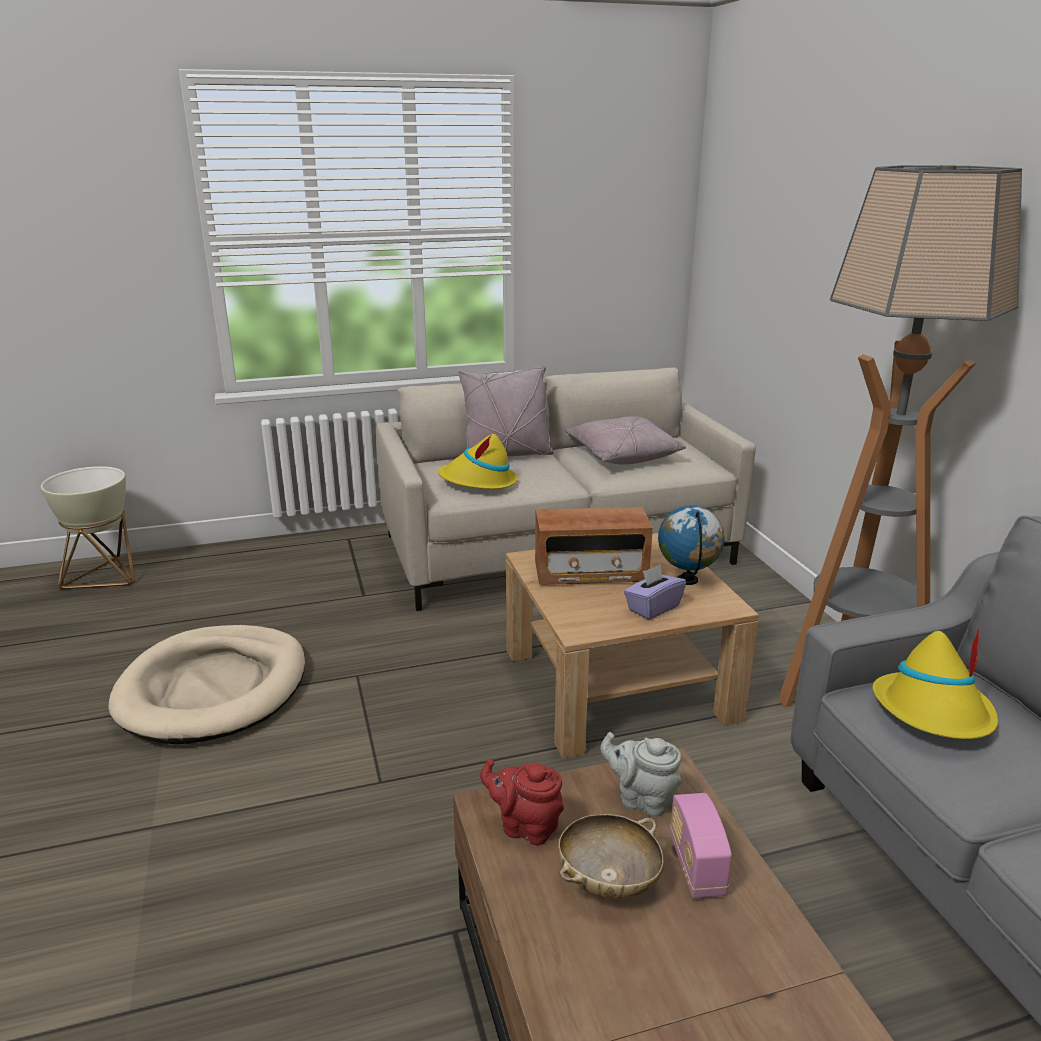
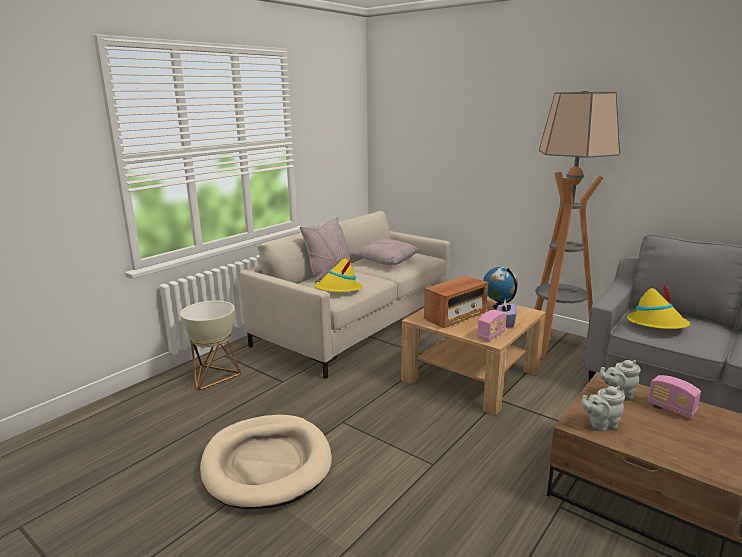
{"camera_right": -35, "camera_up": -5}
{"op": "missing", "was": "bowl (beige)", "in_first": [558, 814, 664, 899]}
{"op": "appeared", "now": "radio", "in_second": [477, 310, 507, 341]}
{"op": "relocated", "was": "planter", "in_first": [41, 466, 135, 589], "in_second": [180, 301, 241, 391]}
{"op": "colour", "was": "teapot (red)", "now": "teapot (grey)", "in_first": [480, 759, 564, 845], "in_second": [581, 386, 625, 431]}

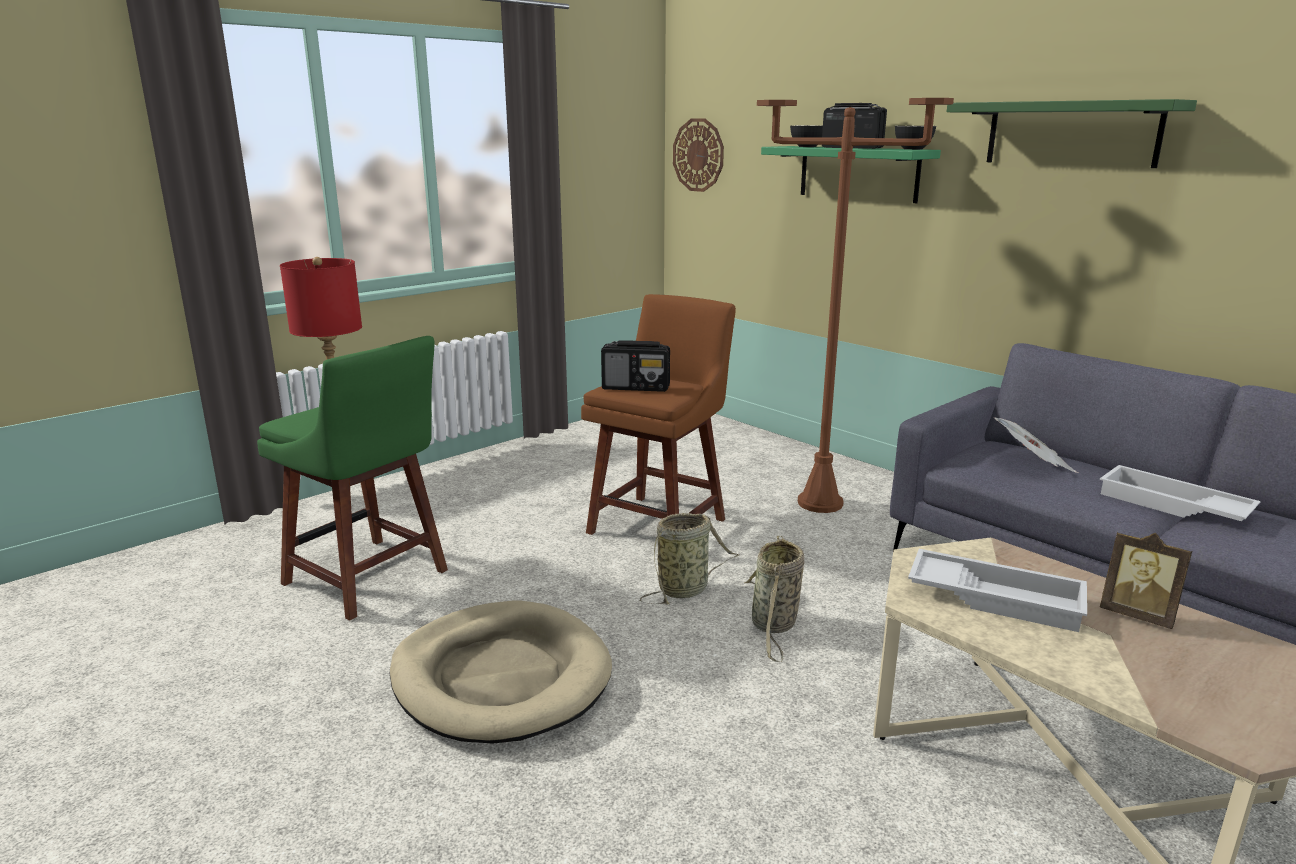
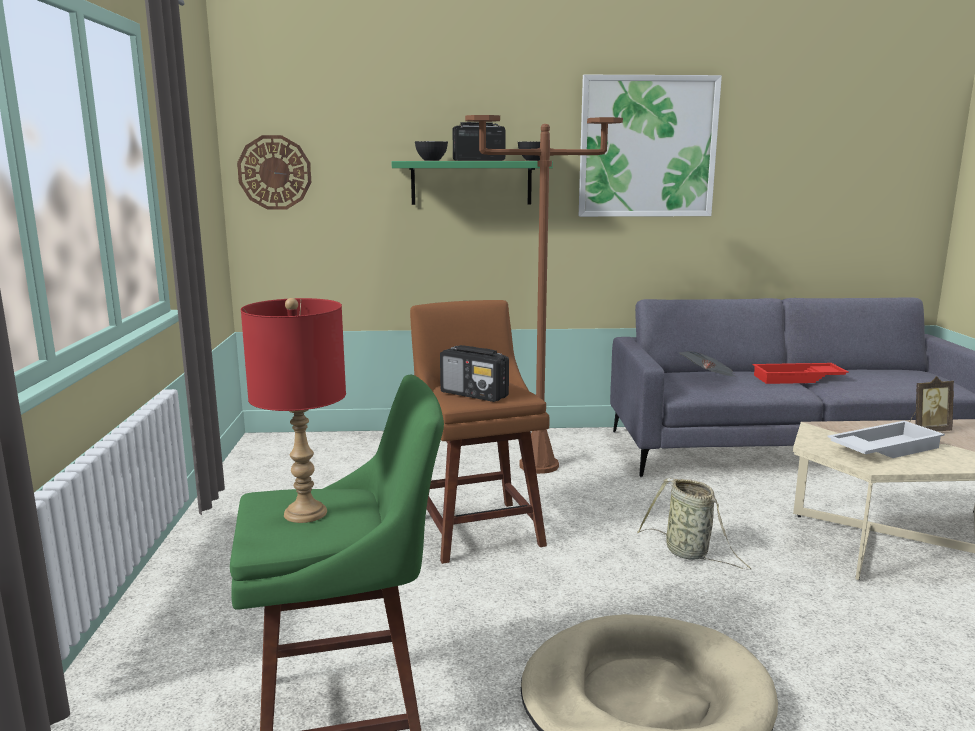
{"camera_right": -50, "camera_up": -5}
{"op": "missing", "was": "basket", "in_first": [640, 513, 739, 605]}
{"op": "exchanged", "was": "shelf (green)", "now": "picture", "in_first": [947, 99, 1197, 168], "in_second": [579, 75, 722, 217]}
{"op": "colour", "was": "tray (white)", "now": "tray (red)", "in_first": [1100, 465, 1261, 521], "in_second": [753, 363, 849, 384]}
{"op": "spun", "was": "radio", "in_first": [601, 340, 670, 392], "in_second": [440, 345, 509, 402], "clockwise": 75}

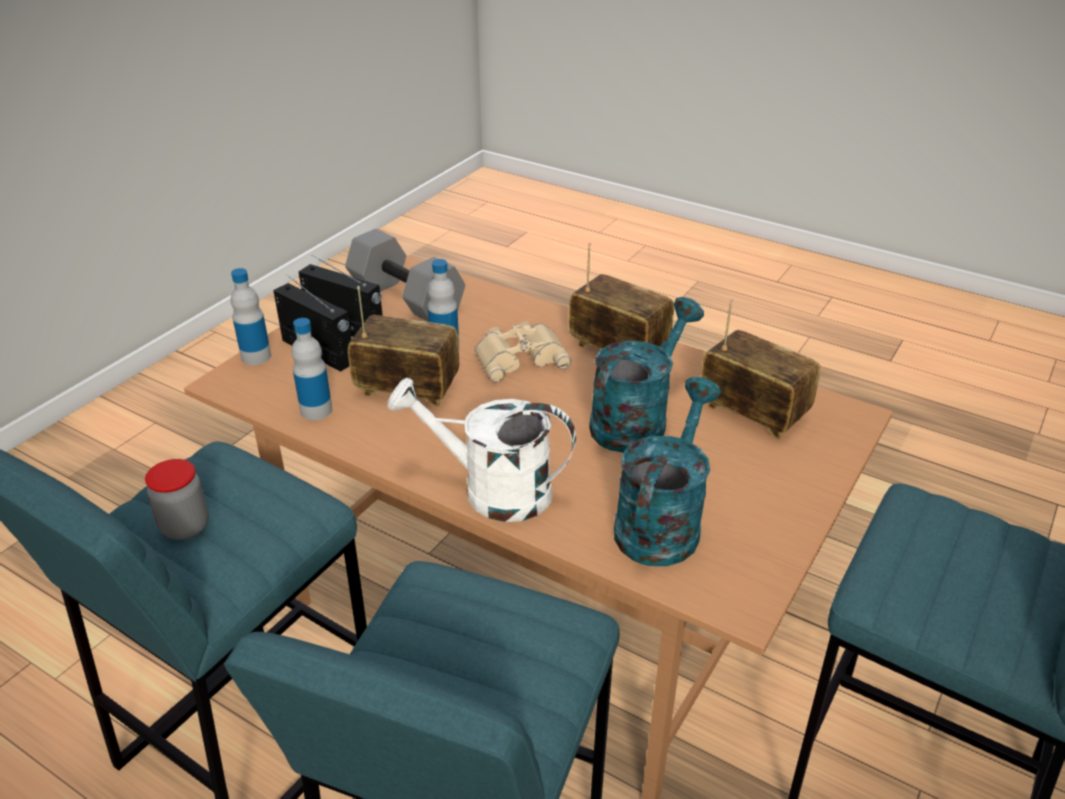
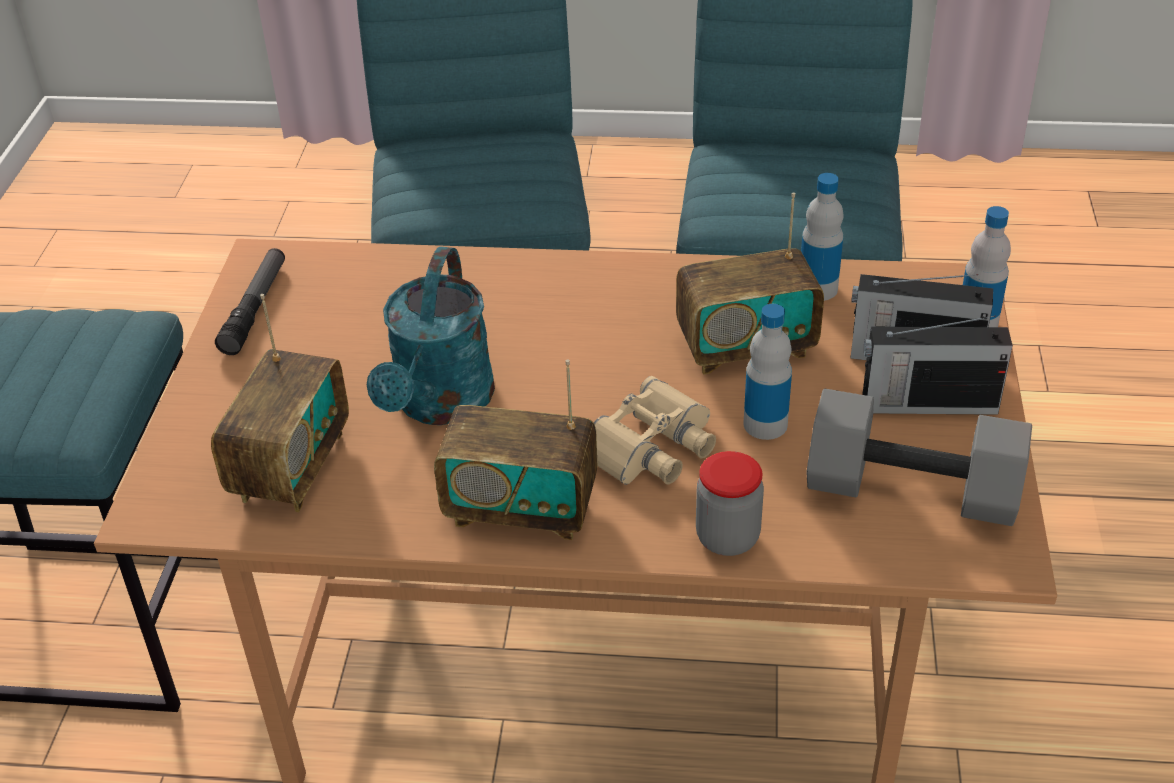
{"camera_right": 155, "camera_up": 5}
{"op": "missing", "was": "watering can (white)", "in_first": [387, 378, 576, 522]}
{"op": "missing", "was": "watering can (turquoise)", "in_first": [614, 377, 721, 566]}
{"op": "appeared", "now": "flashlight", "in_second": [215, 248, 285, 355]}
{"op": "relocated", "was": "jar", "in_first": [145, 459, 209, 540], "in_second": [696, 451, 764, 556]}
{"op": "spun", "was": "radio", "in_first": [701, 298, 821, 439], "in_second": [211, 294, 349, 512], "clockwise": -90}

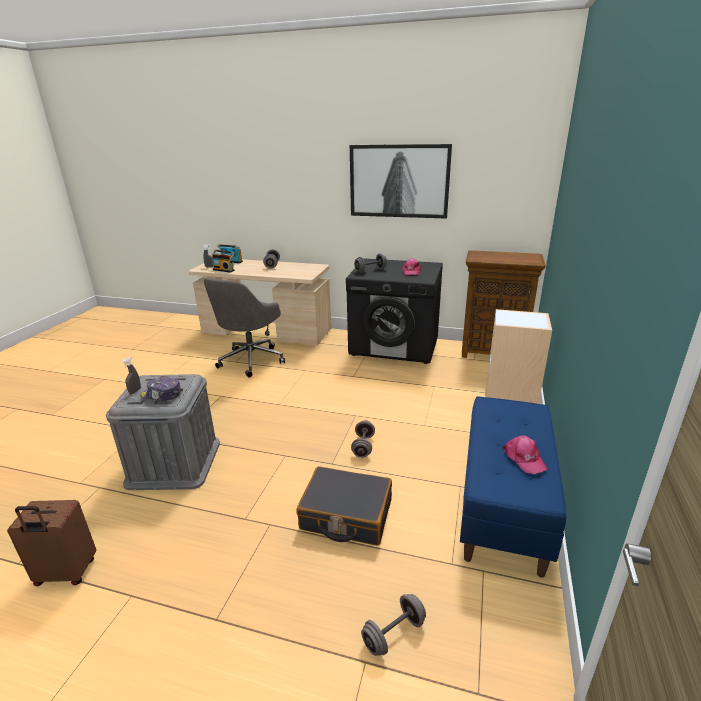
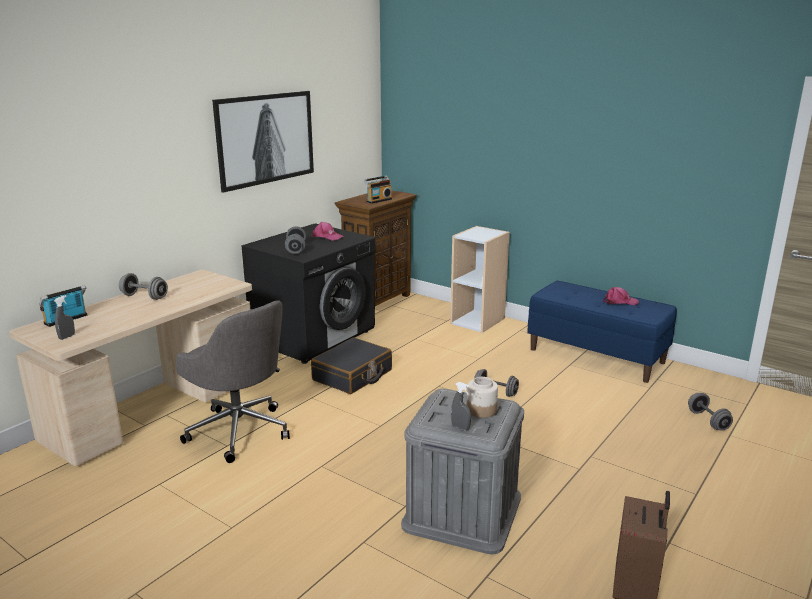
{"camera_right": -70, "camera_up": -5}
{"op": "relocated", "was": "radio", "in_first": [212, 250, 235, 273], "in_second": [364, 176, 392, 204]}
{"op": "relocated", "was": "suitcase (black)", "in_first": [297, 466, 392, 546], "in_second": [311, 338, 392, 394]}
{"op": "exchanged", "was": "cap", "now": "jar", "in_first": [140, 376, 183, 401], "in_second": [467, 377, 498, 418]}

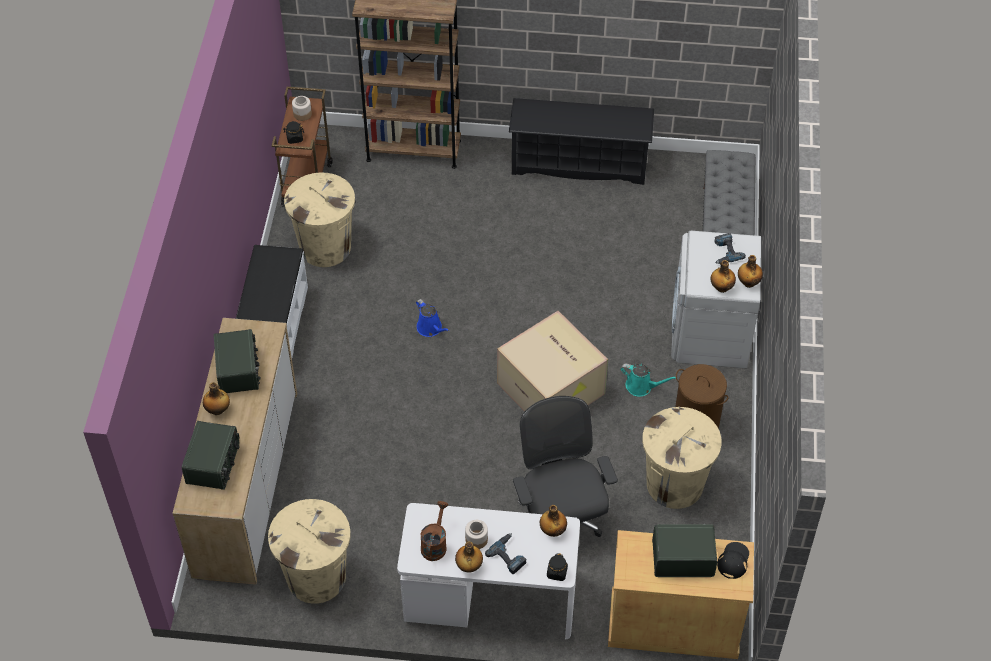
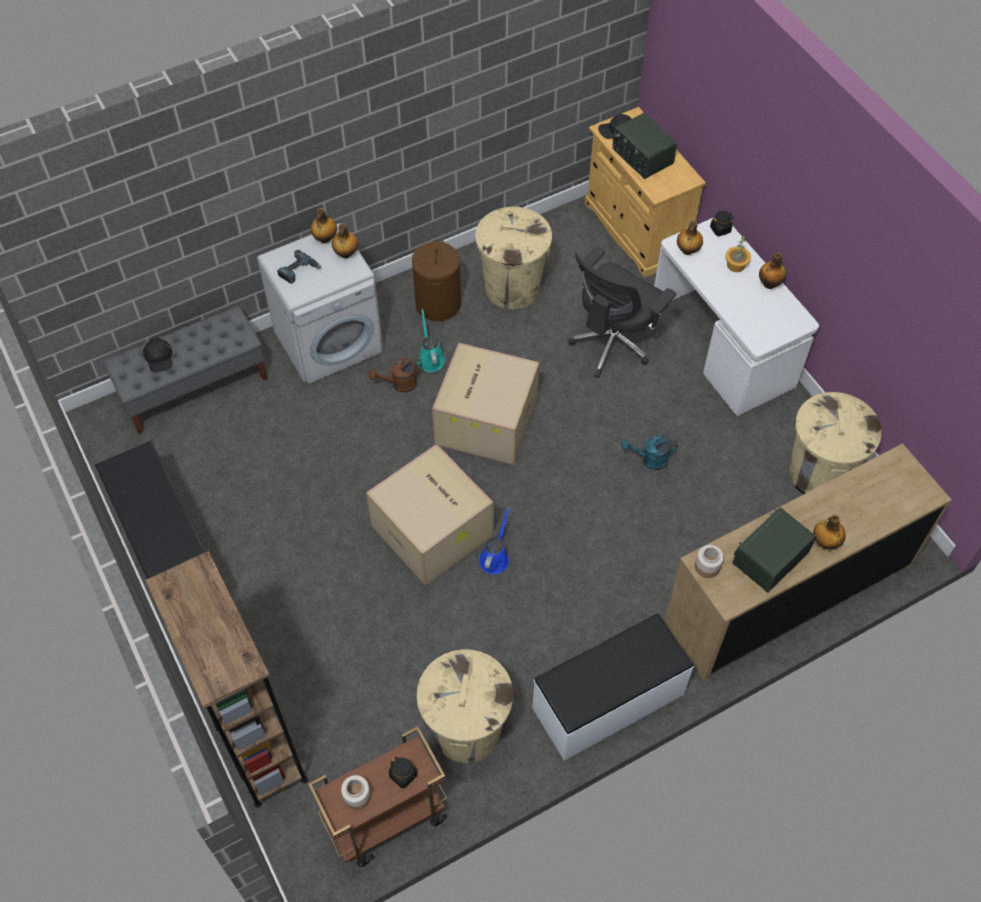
{"camera_right": -125, "camera_up": 5}
{"op": "missing", "was": "radio", "in_first": [182, 421, 240, 490]}
{"op": "appeared", "now": "cap (black)", "in_second": [143, 338, 173, 372]}
{"op": "appeared", "now": "cardboard box", "in_second": [366, 444, 494, 586]}
{"op": "appeared", "now": "watering can (turquoise)", "in_second": [621, 435, 678, 470]}
{"op": "relocated", "was": "watering can (brown)", "in_first": [420, 501, 448, 561], "in_second": [369, 358, 422, 393]}
{"op": "relocated", "was": "jar", "in_first": [465, 520, 488, 549], "in_second": [695, 545, 724, 578]}
{"op": "exchanged", "was": "power drill", "now": "potted plant", "in_first": [485, 533, 527, 574], "in_second": [725, 234, 751, 272]}

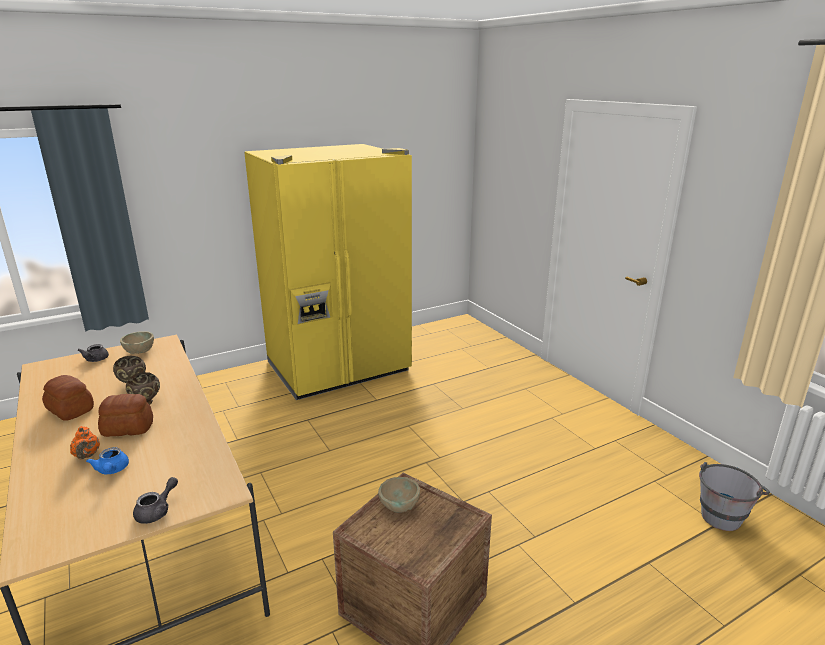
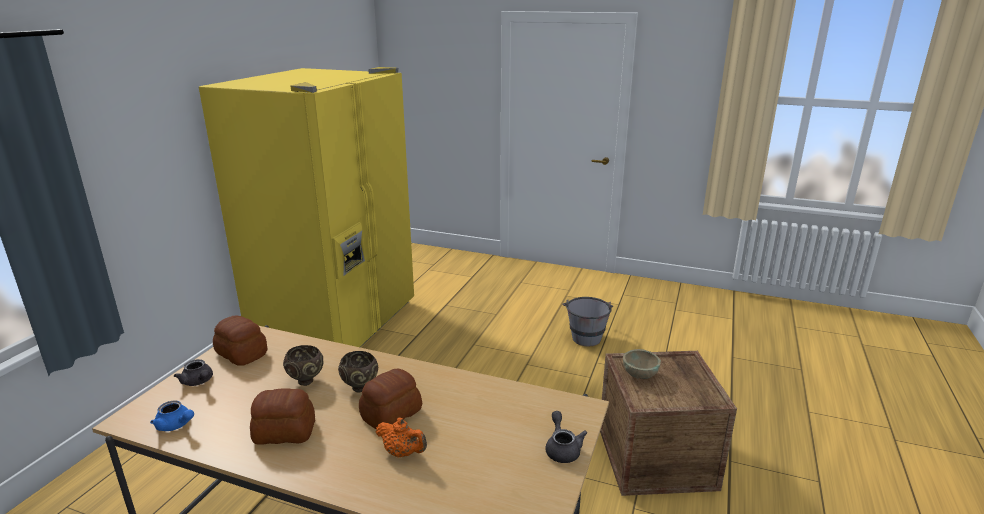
{"camera_right": -40, "camera_up": 0}
{"op": "relocated", "was": "teapot (blue)", "in_first": [86, 447, 129, 474], "in_second": [150, 400, 194, 431]}
{"op": "relocated", "was": "bucket (grey)", "in_first": [699, 462, 770, 531], "in_second": [562, 297, 613, 346]}
{"op": "exchanged", "was": "bowl (beige)", "now": "bread", "in_first": [120, 331, 154, 354], "in_second": [213, 316, 268, 366]}

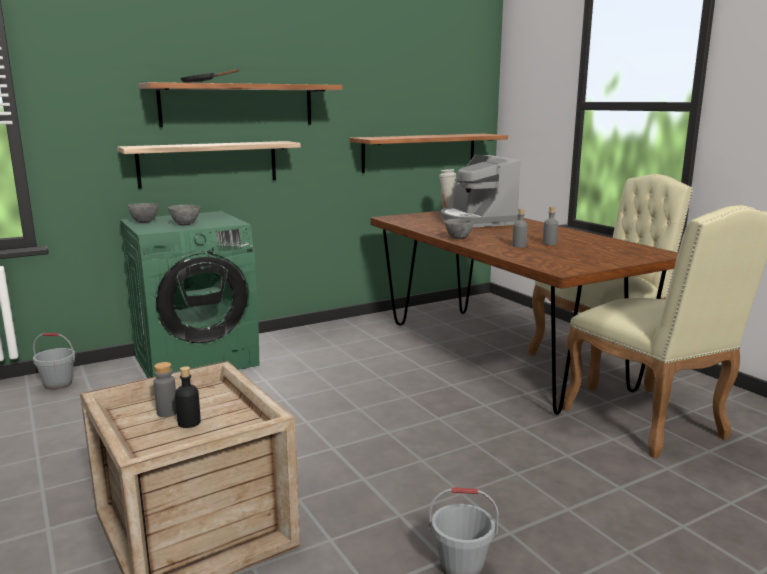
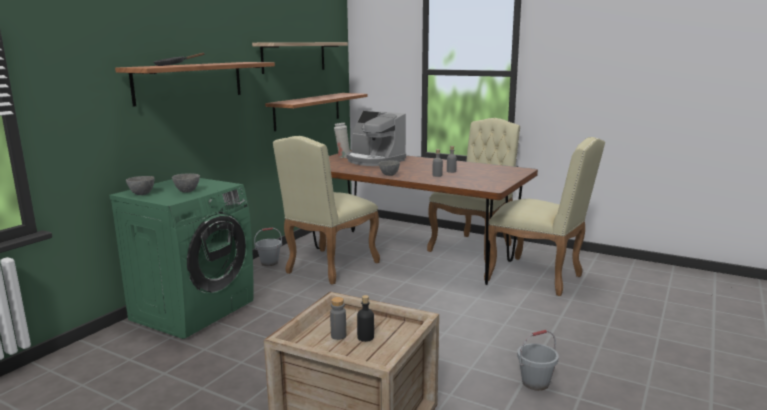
{"camera_right": -30, "camera_up": 0}
{"op": "appeared", "now": "chair (beige)", "in_second": [273, 136, 380, 285]}
{"op": "relocated", "was": "bucket (grey)", "in_first": [33, 333, 75, 390], "in_second": [254, 227, 282, 266]}
{"op": "relocated", "was": "shelf", "in_first": [117, 141, 301, 188], "in_second": [252, 42, 348, 74]}

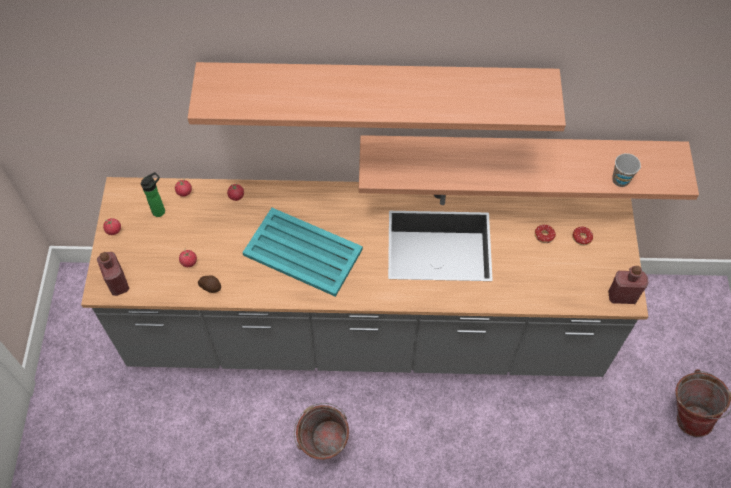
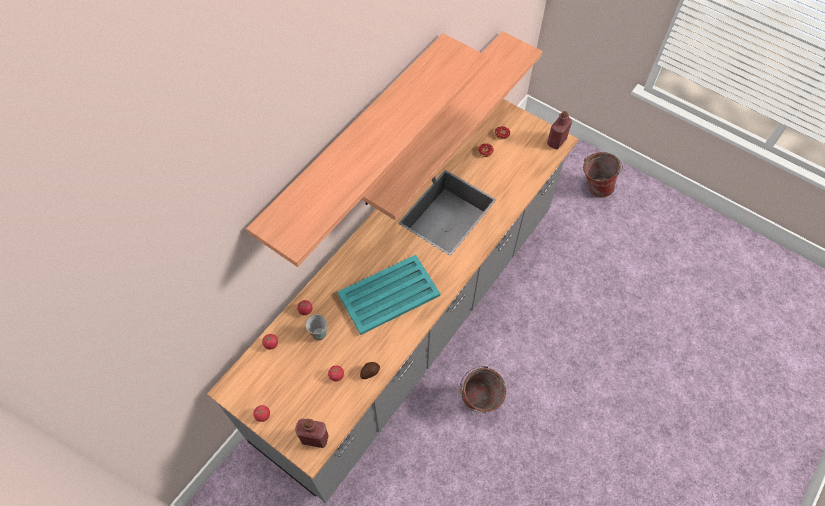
{"camera_right": -55, "camera_up": 0}
{"op": "missing", "was": "bottle", "in_first": [141, 172, 165, 217]}
{"op": "relocated", "was": "cup", "in_first": [612, 153, 641, 187], "in_second": [305, 314, 327, 341]}

